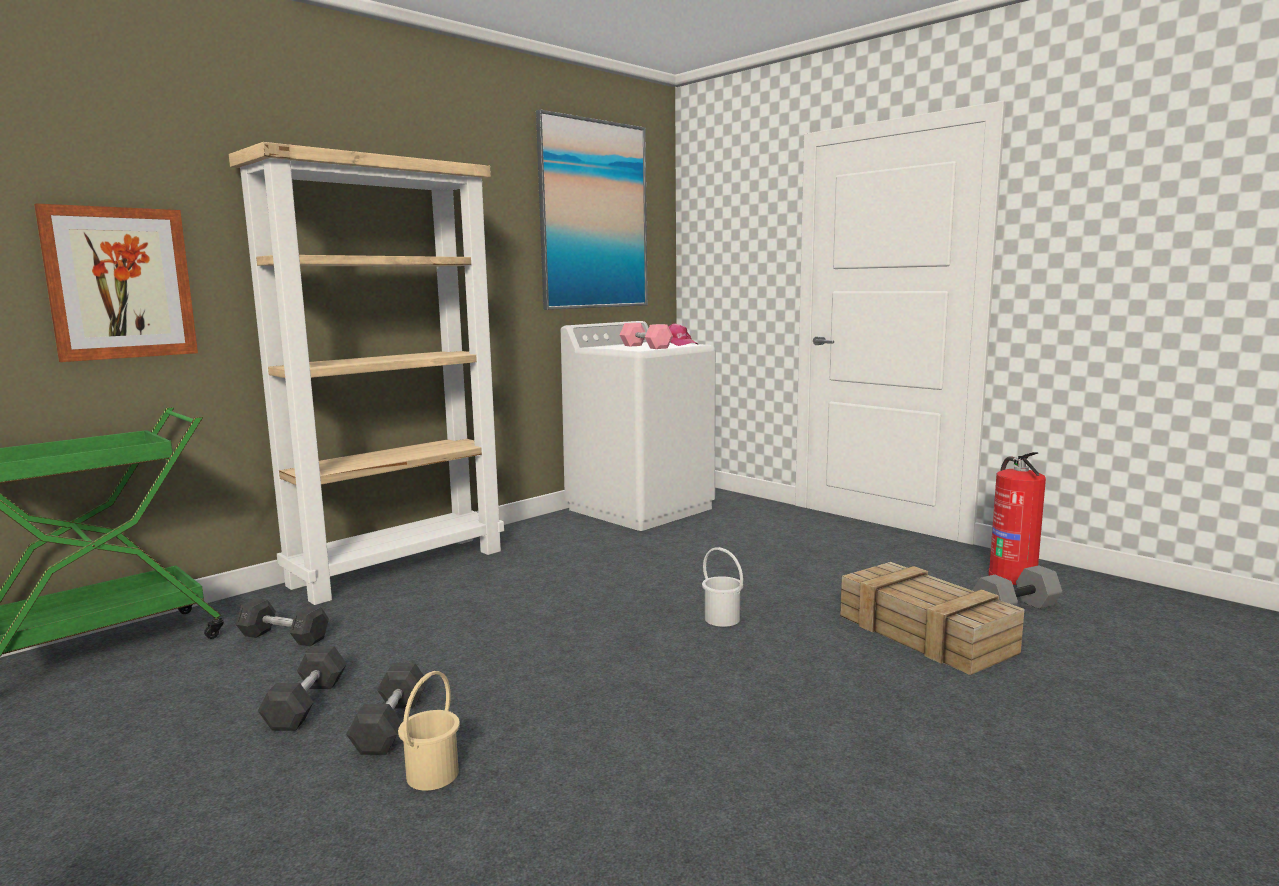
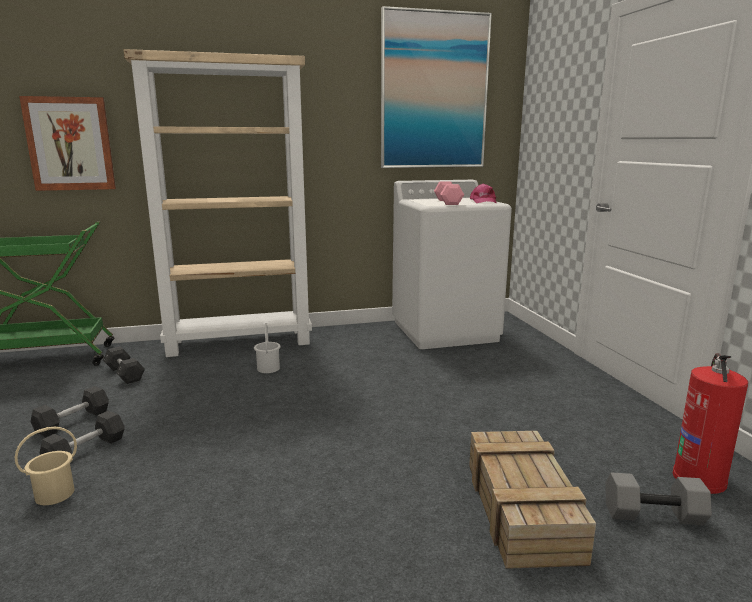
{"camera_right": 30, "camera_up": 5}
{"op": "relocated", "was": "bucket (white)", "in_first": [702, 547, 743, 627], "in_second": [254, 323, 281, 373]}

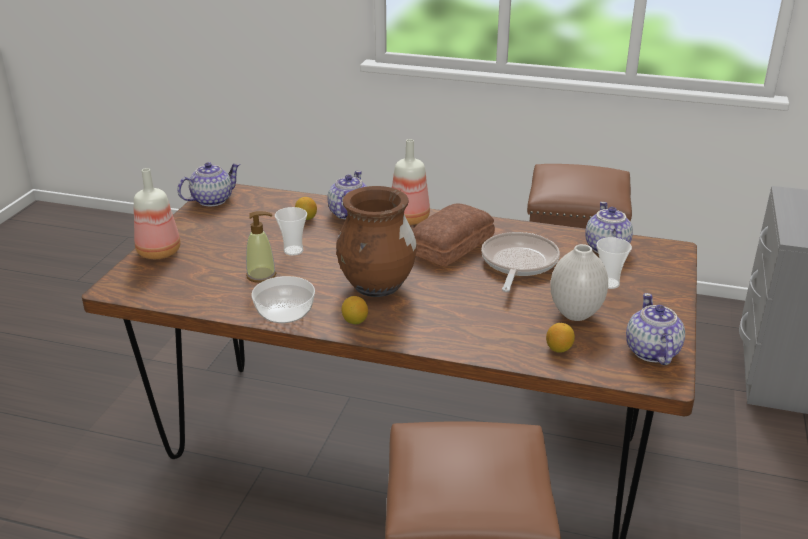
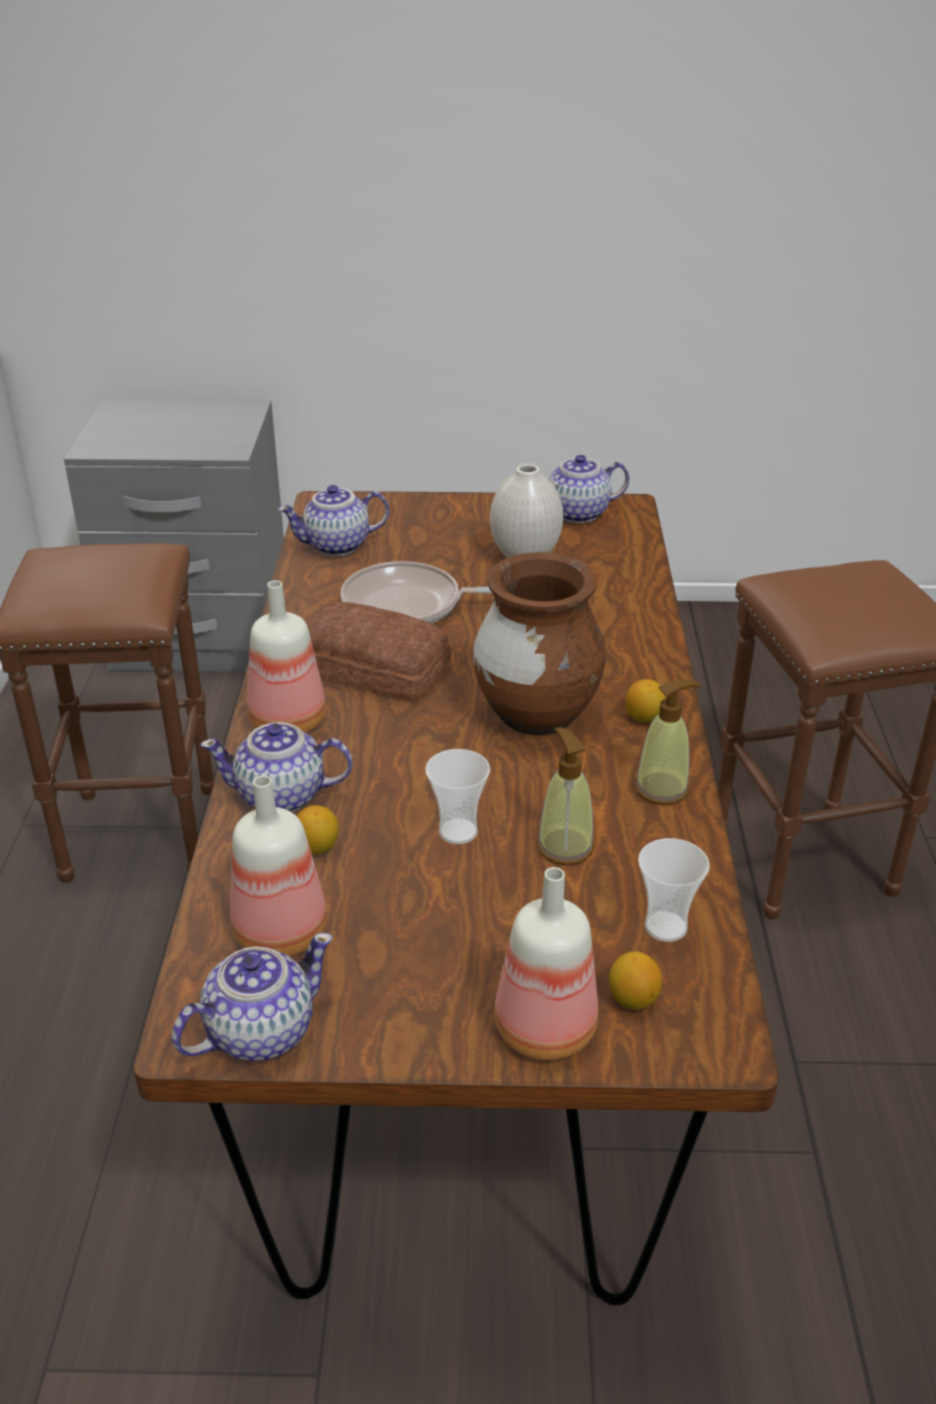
{"camera_right": -105, "camera_up": 5}
{"op": "appeared", "now": "bottle", "in_second": [230, 776, 327, 956]}
{"op": "relocated", "was": "lemon", "in_first": [546, 323, 575, 353], "in_second": [609, 951, 662, 1010]}
{"op": "relocated", "was": "cup", "in_first": [596, 237, 632, 289], "in_second": [638, 838, 710, 942]}
{"op": "exchanged", "was": "bowl", "now": "soap dispenser", "in_first": [252, 276, 315, 323], "in_second": [635, 680, 701, 805]}
{"op": "spun", "was": "teapot", "in_first": [177, 162, 240, 207], "in_second": [171, 933, 333, 1061], "clockwise": 105}

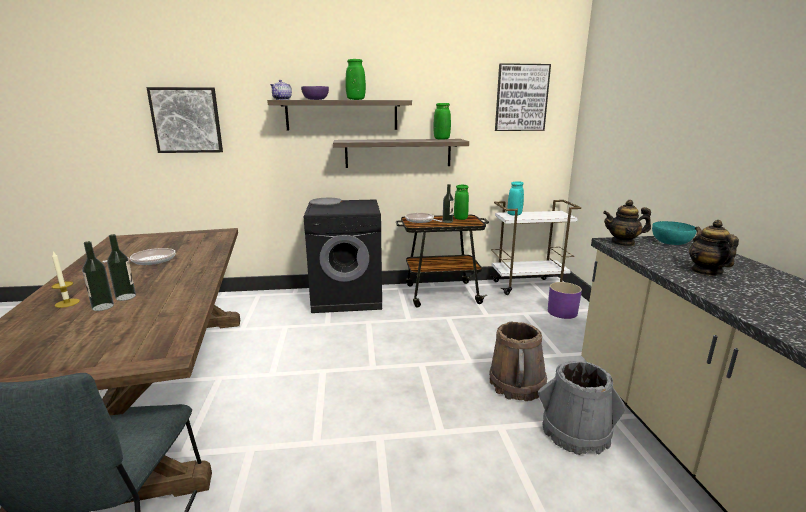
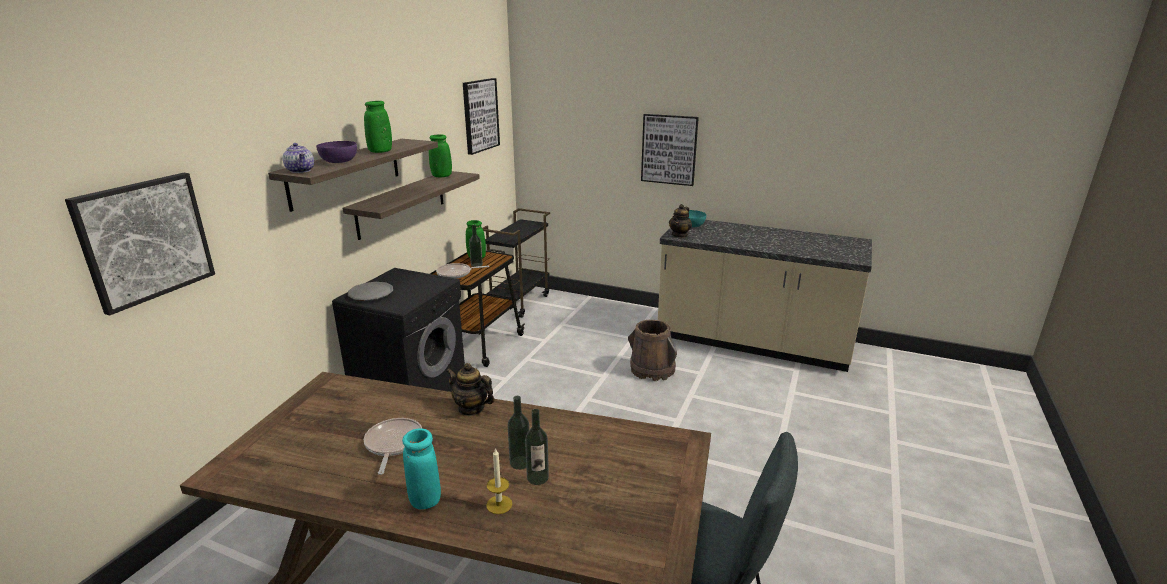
{"camera_right": -60, "camera_up": 5}
{"op": "missing", "was": "bucket (grey)", "in_first": [538, 361, 625, 455]}
{"op": "missing", "was": "planter (purple)", "in_first": [548, 282, 582, 319]}
{"op": "appeared", "now": "picture", "in_second": [641, 114, 699, 186]}
{"op": "relocated", "was": "vase (turquoise)", "in_first": [507, 181, 524, 216], "in_second": [402, 428, 441, 509]}
{"op": "relocated", "was": "teapot", "in_first": [689, 220, 739, 276], "in_second": [446, 363, 495, 416]}
{"op": "colour", "was": "cart (white)", "now": "cart (black)", "in_first": [490, 200, 581, 295], "in_second": [482, 208, 550, 318]}

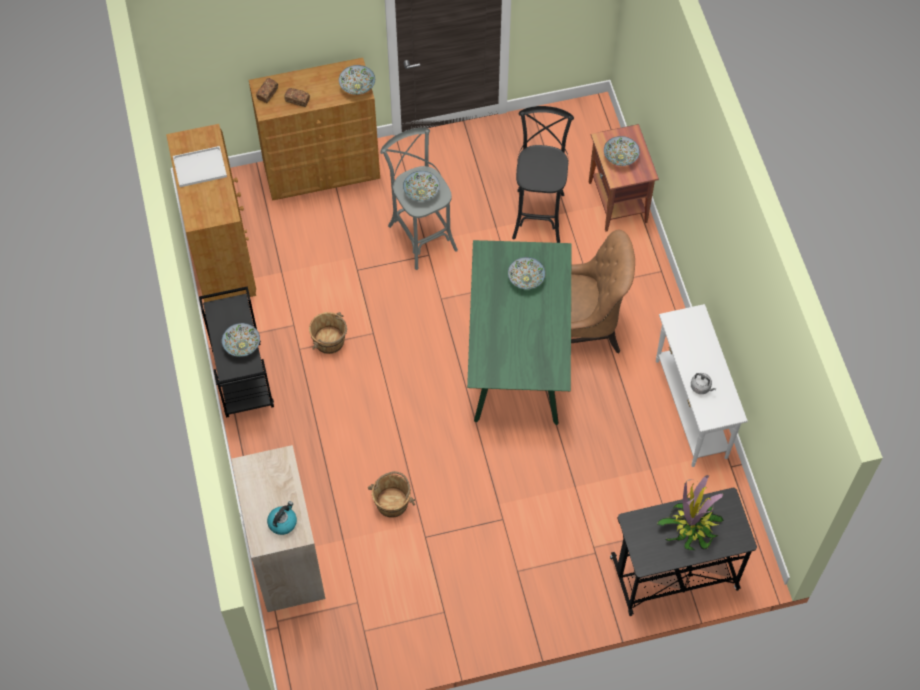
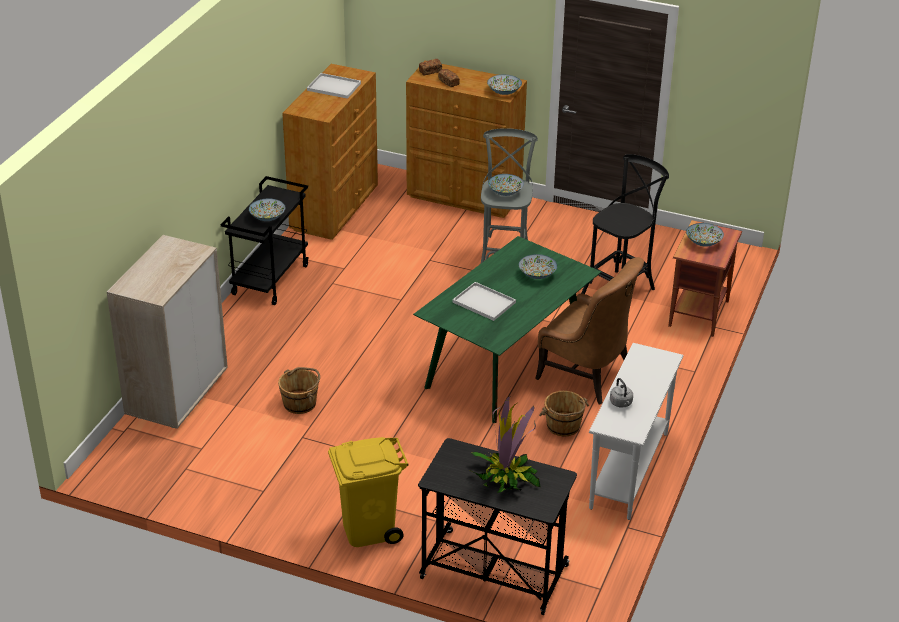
{"camera_right": 35, "camera_up": -25}
{"op": "missing", "was": "kettle", "in_first": [267, 501, 297, 535]}
{"op": "appeared", "now": "trash can (yellow)", "in_second": [328, 437, 409, 547]}
{"op": "appeared", "now": "tray (white)", "in_second": [453, 282, 516, 321]}
{"op": "relocated", "was": "bucket (brown)", "in_first": [309, 312, 347, 354], "in_second": [539, 391, 589, 436]}

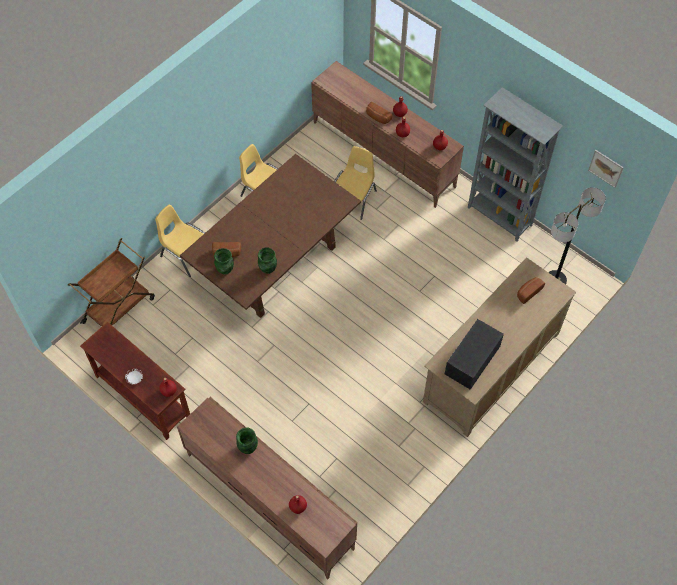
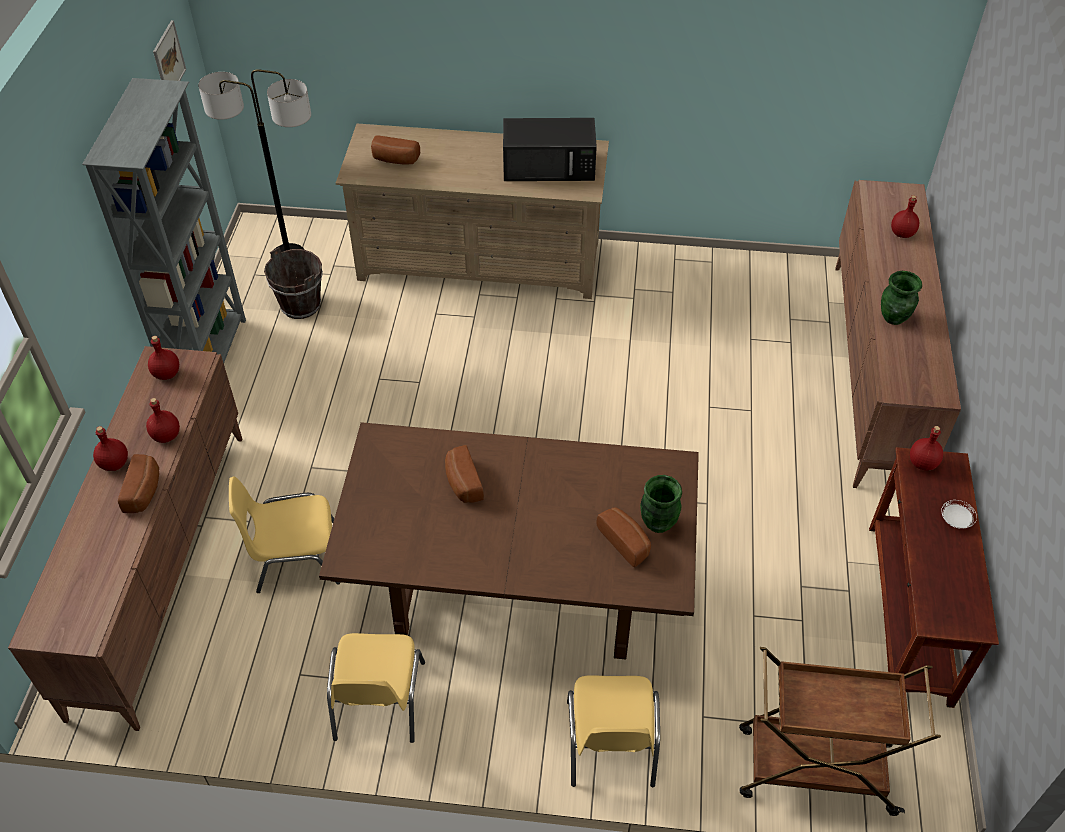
{"camera_right": -125, "camera_up": -10}
{"op": "missing", "was": "vase (green)", "in_first": [258, 247, 277, 274]}
{"op": "appeared", "now": "bucket (brown)", "in_second": [264, 247, 323, 319]}
{"op": "appeared", "now": "bread", "in_second": [445, 445, 484, 503]}

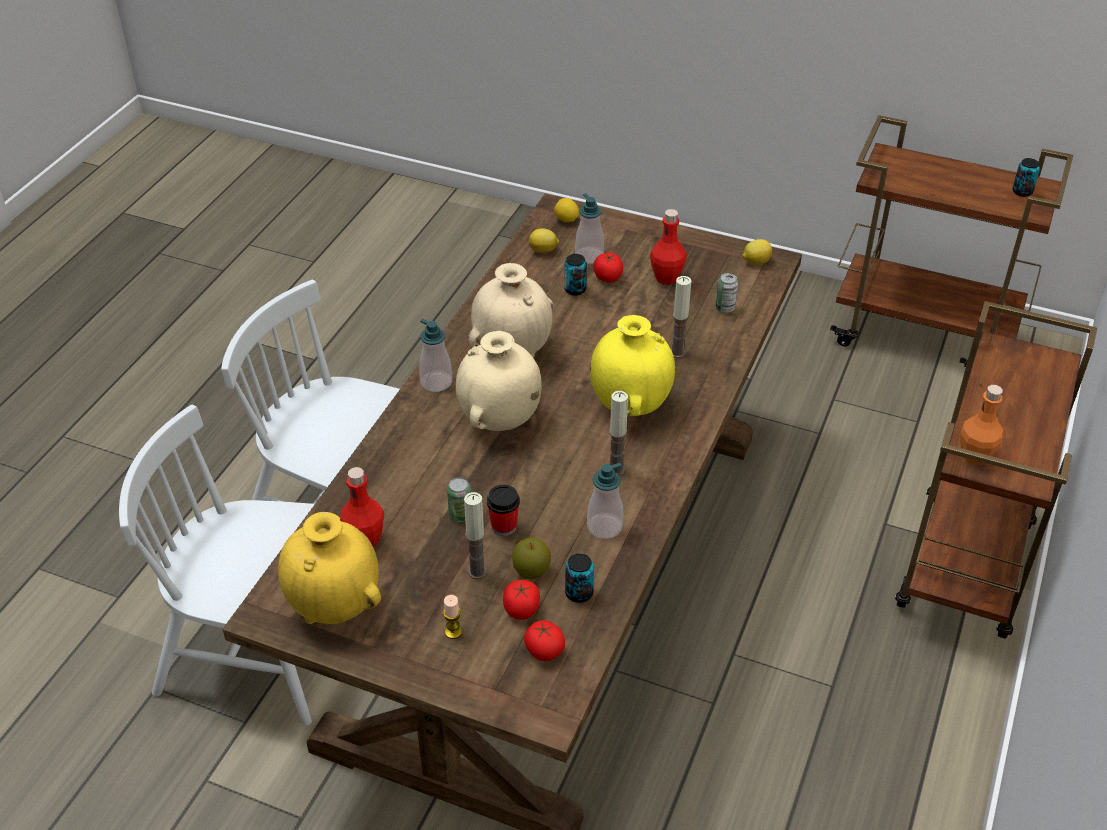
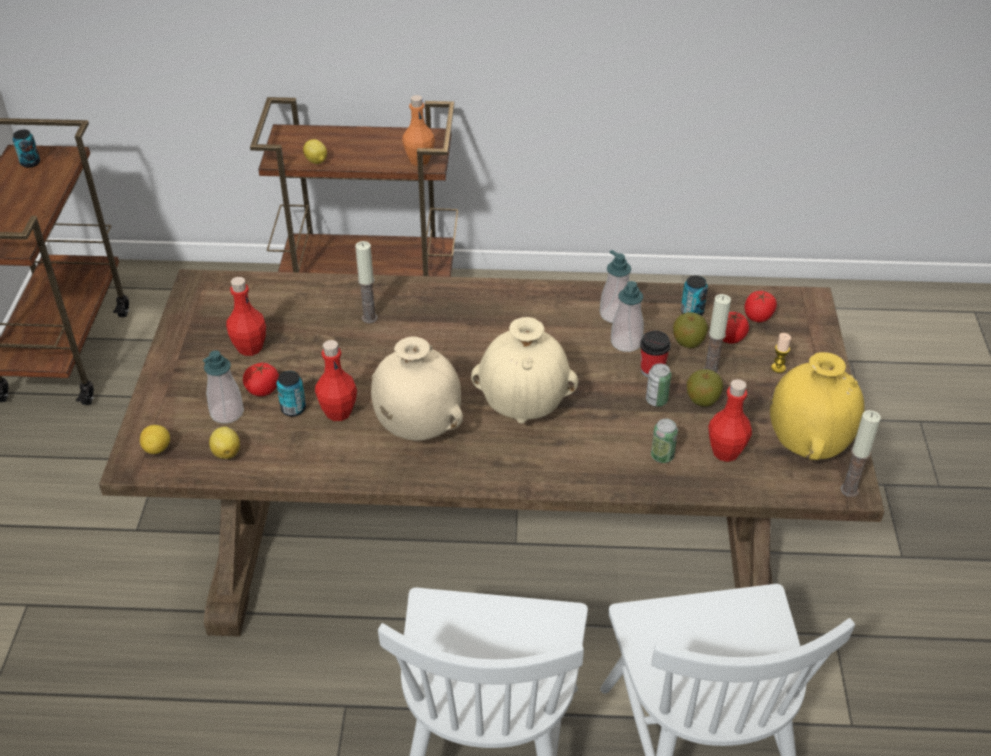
{"camera_right": -110, "camera_up": 0}
{"op": "missing", "was": "vase (yellow)", "in_first": [590, 315, 675, 416]}
{"op": "appeared", "now": "bottle (red)", "in_second": [315, 340, 357, 421]}
{"op": "appeared", "now": "apple", "in_second": [687, 369, 723, 407]}
{"op": "relocated", "was": "soap dispenser", "in_first": [419, 319, 452, 392], "in_second": [611, 281, 644, 352]}
{"op": "relocated", "was": "candle", "in_first": [609, 391, 628, 475], "in_second": [840, 410, 881, 497]}
{"op": "relocated", "was": "can", "in_first": [715, 273, 738, 313], "in_second": [651, 419, 678, 463]}
{"op": "relocated", "was": "lemon", "in_first": [742, 239, 772, 265], "in_second": [303, 139, 327, 164]}

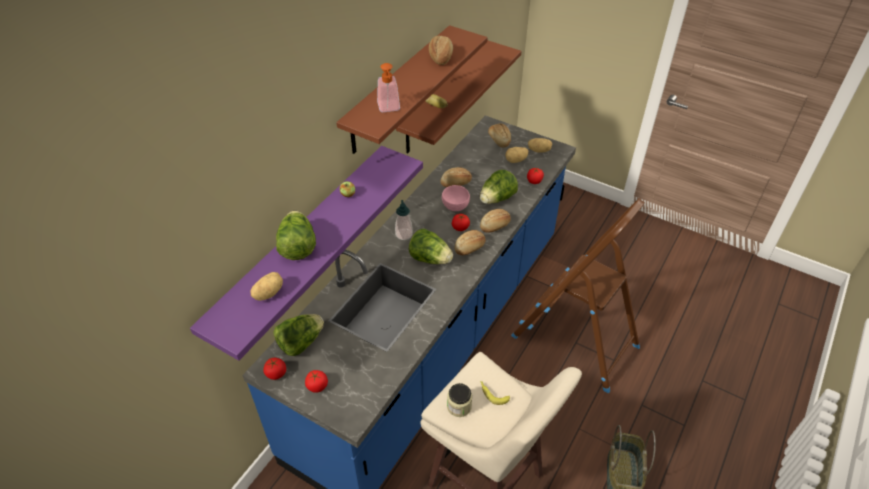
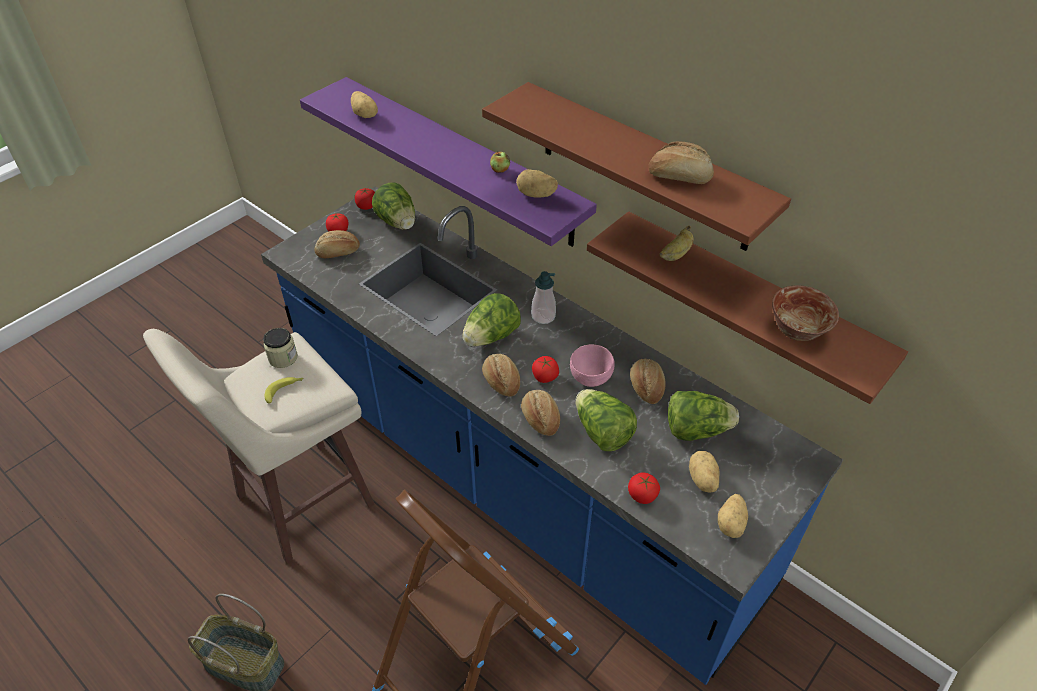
{"camera_right": 100, "camera_up": 0}
{"op": "missing", "was": "soap dispenser", "in_first": [377, 63, 400, 112]}
{"op": "appeared", "now": "potato", "in_second": [516, 169, 558, 198]}
{"op": "appeared", "now": "bowl", "in_second": [772, 285, 839, 341]}
{"op": "relocated", "was": "lettuce", "in_first": [276, 211, 316, 260], "in_second": [668, 391, 739, 441]}
{"op": "relocated", "was": "bread", "in_first": [488, 123, 511, 148], "in_second": [314, 230, 360, 258]}

